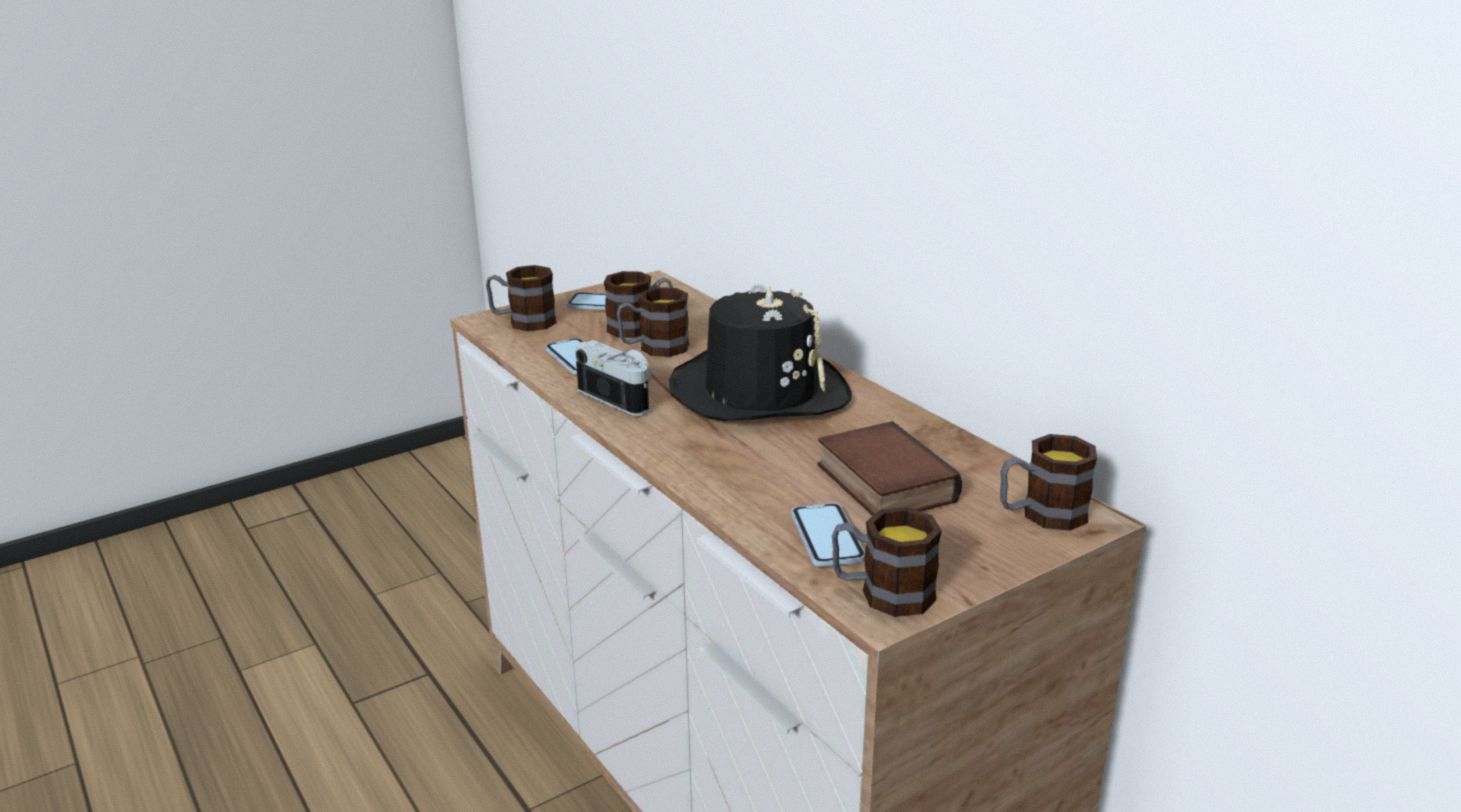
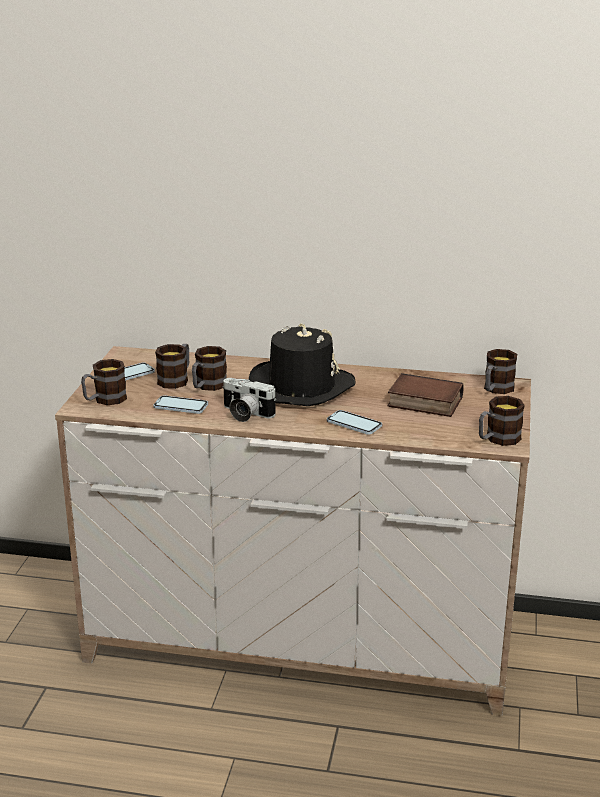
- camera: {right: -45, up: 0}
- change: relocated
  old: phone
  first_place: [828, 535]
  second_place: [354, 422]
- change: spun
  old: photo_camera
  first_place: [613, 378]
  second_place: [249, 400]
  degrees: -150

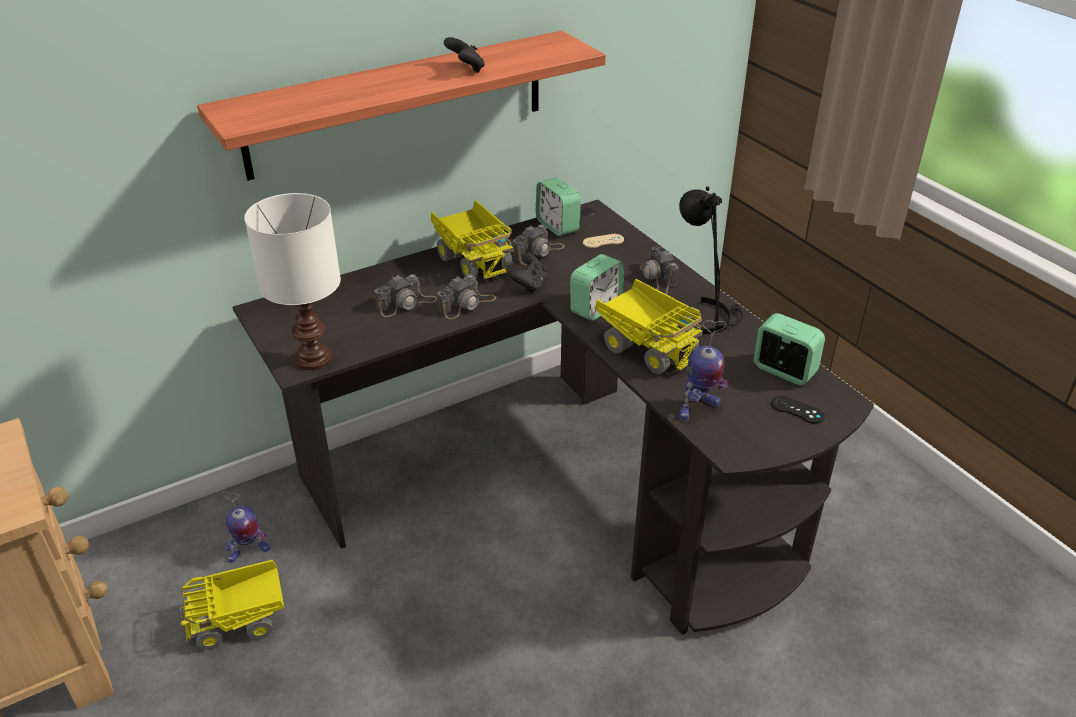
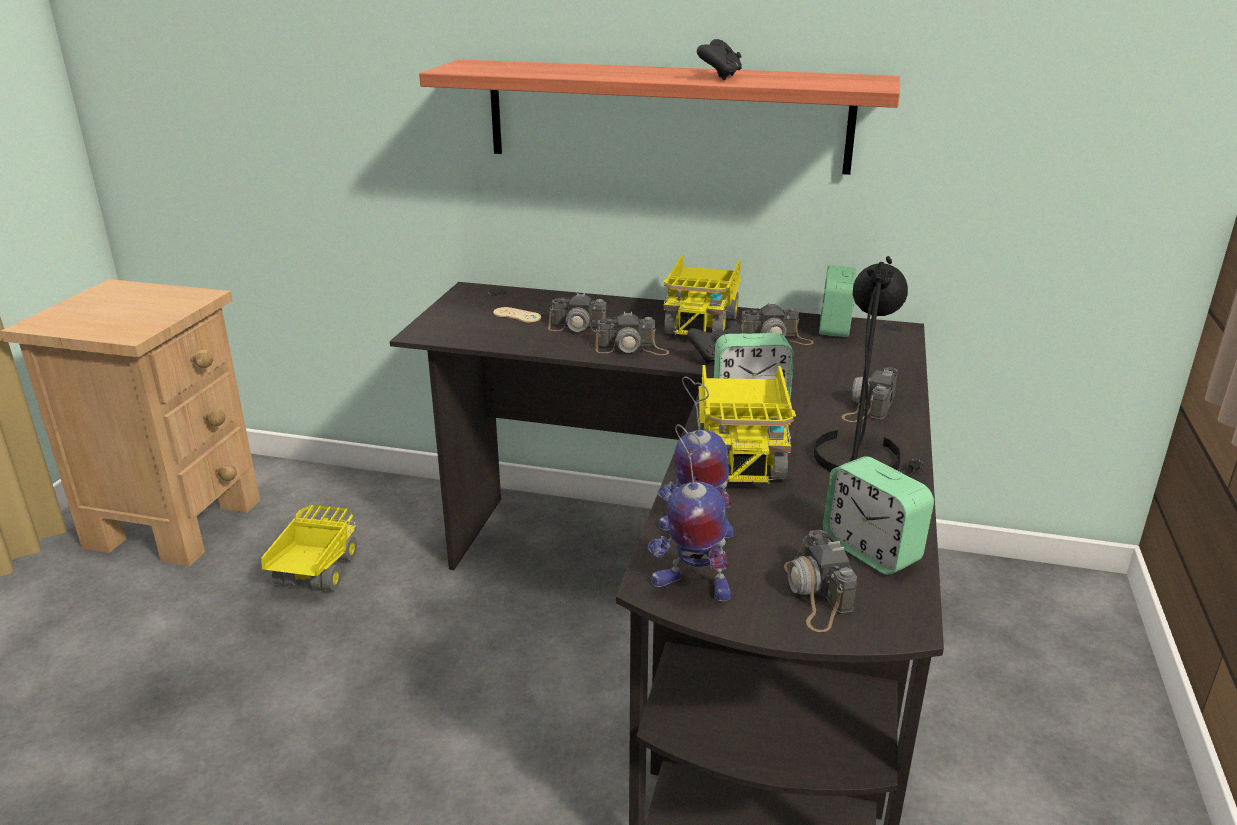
- camera: {right: 45, up: -10}
- change: missing
  old: white_table_lamp
  first_place: [292, 281]
- change: relocated
  old: toy_robot
  first_place: [245, 527]
  second_place: [689, 512]
- change: relocated
  old: beige_game_controller
  first_place: [603, 241]
  second_place: [517, 314]
- change: exchanged
  old: black_game_controller
  new: photo_camera
  first_place: [798, 409]
  second_place: [820, 581]
- change: spun
  old: toy_truck
  first_place: [232, 605]
  second_place: [309, 548]
  degrees: 75
- change: spun
  old: alarm_clock
  first_place: [789, 349]
  second_place: [878, 515]
  degrees: 150

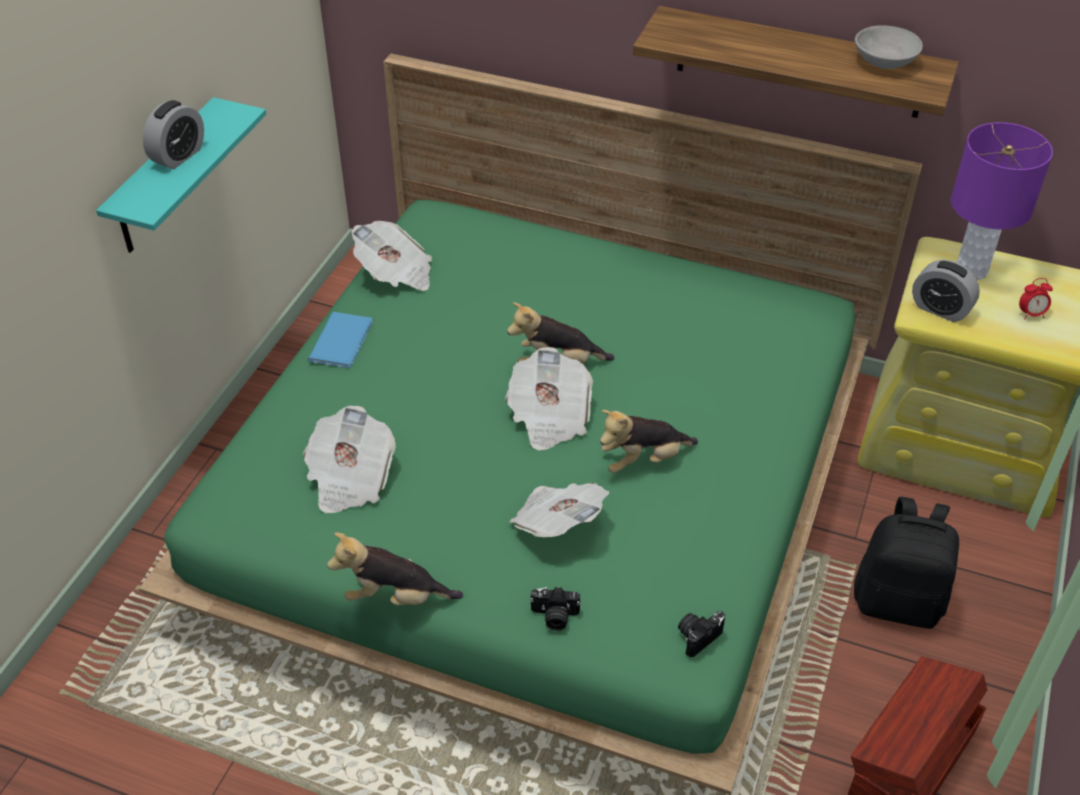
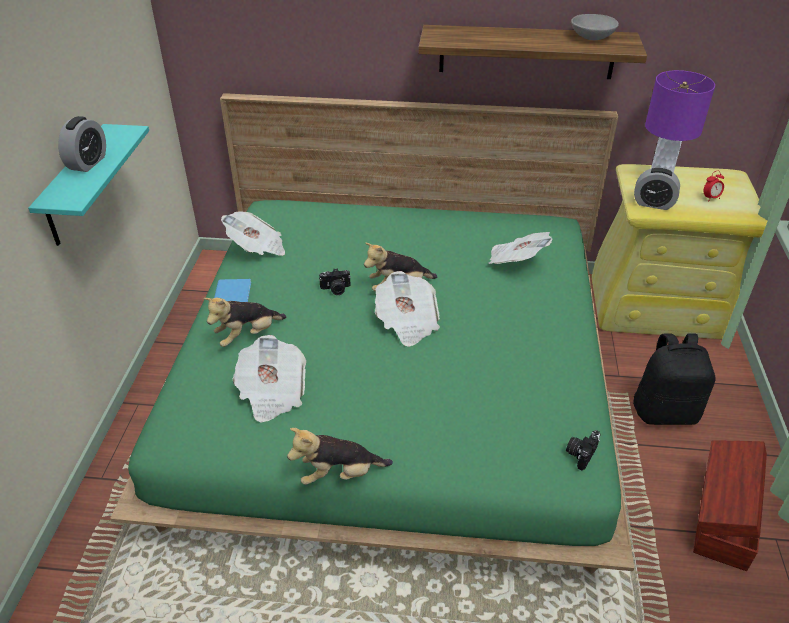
- camera: {right: -15, up: -5}
- change: relocated
  old: newspaper
  first_place: [559, 510]
  second_place: [520, 248]
- change: relocated
  old: photo_camera
  first_place: [555, 609]
  second_place: [335, 281]
- change: relocated
  old: plush_toy
  first_place: [649, 441]
  second_place: [245, 322]

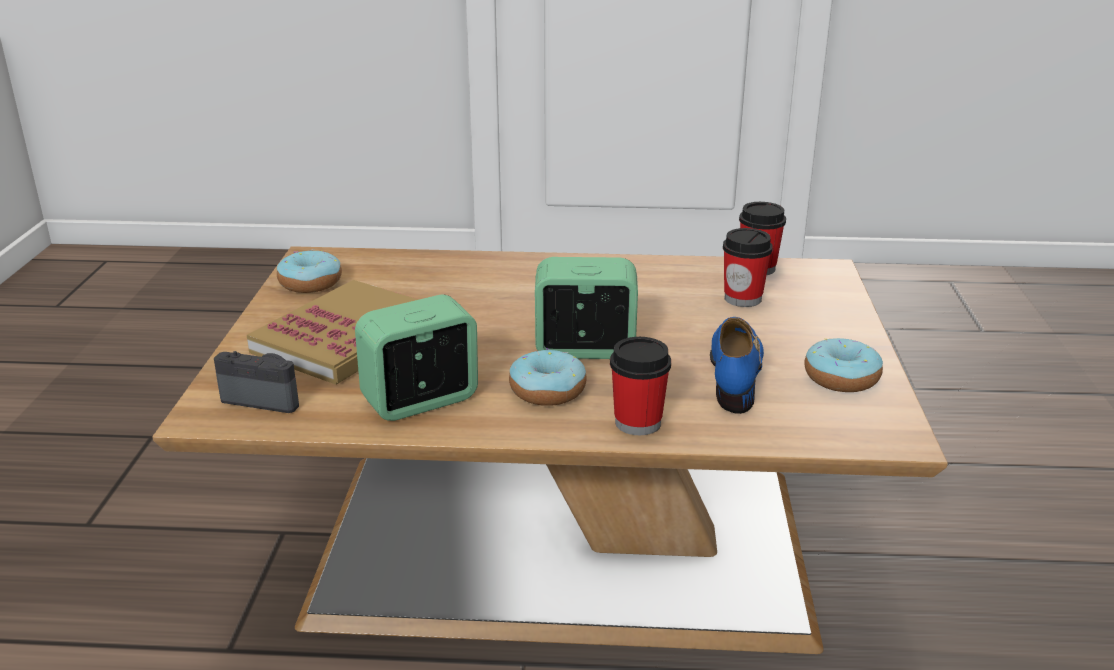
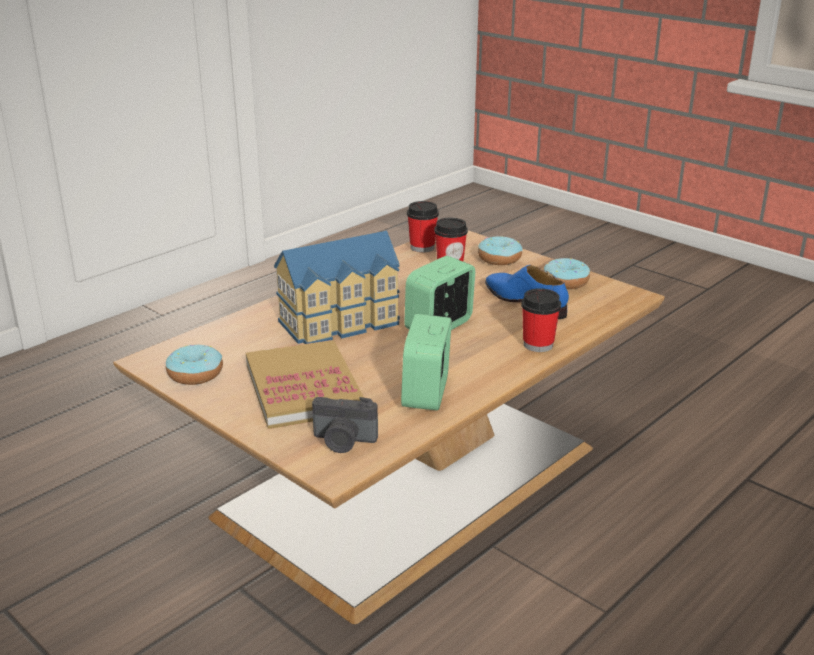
- camera: {right: -50, up: 0}
- change: appeared
  new: toy_house
  second_place: [337, 287]
- change: relocated
  old: donut
  first_place: [548, 377]
  second_place: [500, 250]
- change: spun
  old: photo_camera
  first_place: [256, 382]
  second_place: [345, 425]
  degrees: -135

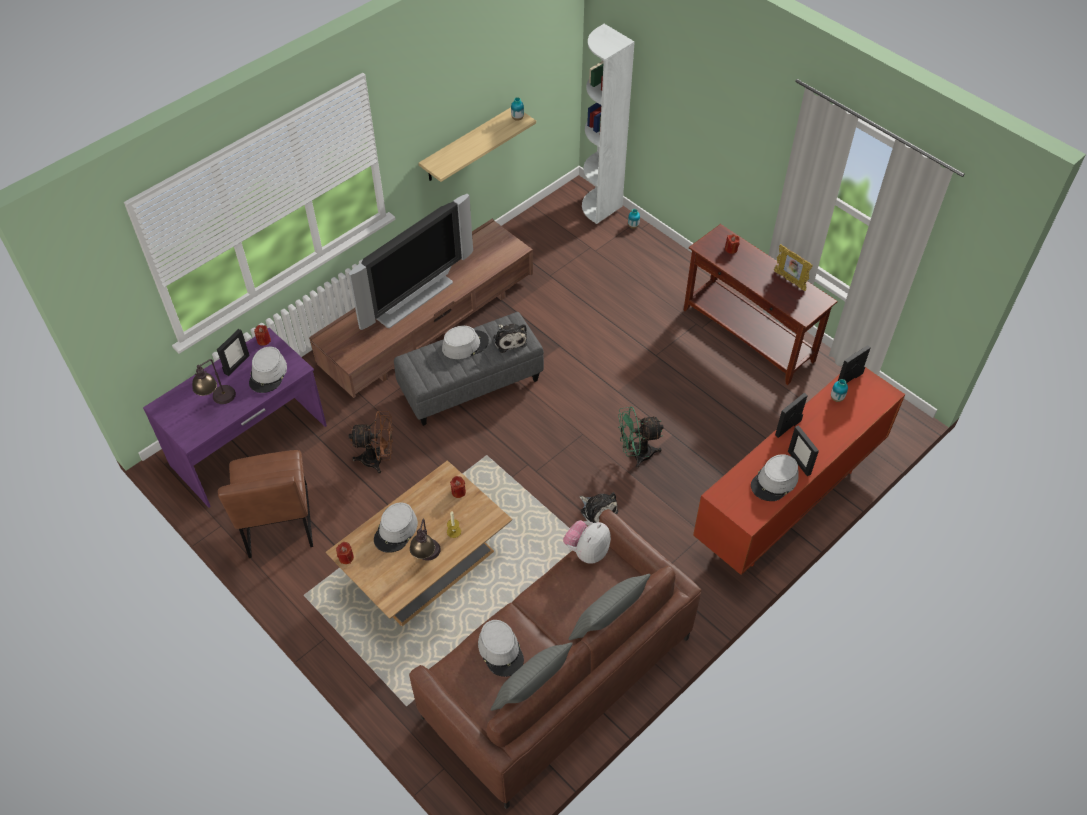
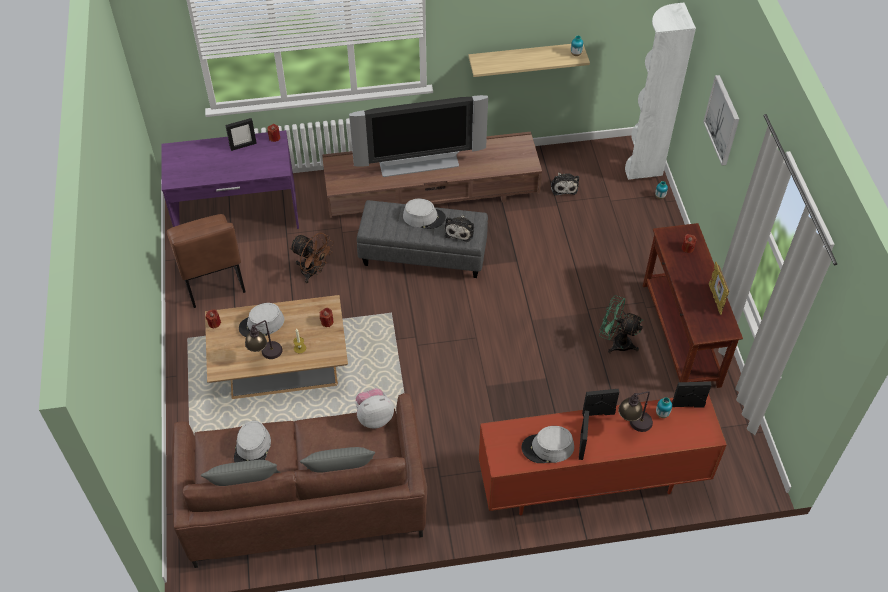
- camera: {right: 35, up: 0}
- change: missing
  old: grey_hat
  first_place: [268, 370]
- change: appeared
  new: picture
  second_place: [721, 120]
- change: relocated
  old: table_lamp
  first_place: [214, 381]
  second_place: [635, 411]
- change: relocated
  old: plush_toy
  first_place: [598, 507]
  second_place: [565, 184]
- change: relocated
  old: green_fan
  first_place: [641, 437]
  second_place: [621, 324]
- change: spun
  old: brown_chair
  first_place: [265, 504]
  second_place: [206, 261]
  degrees: -45

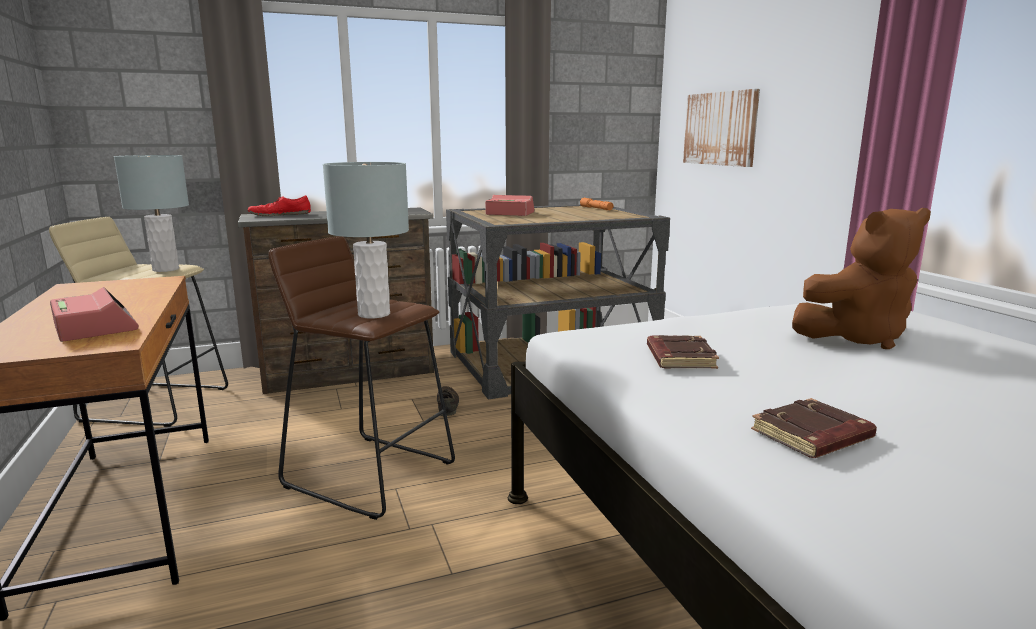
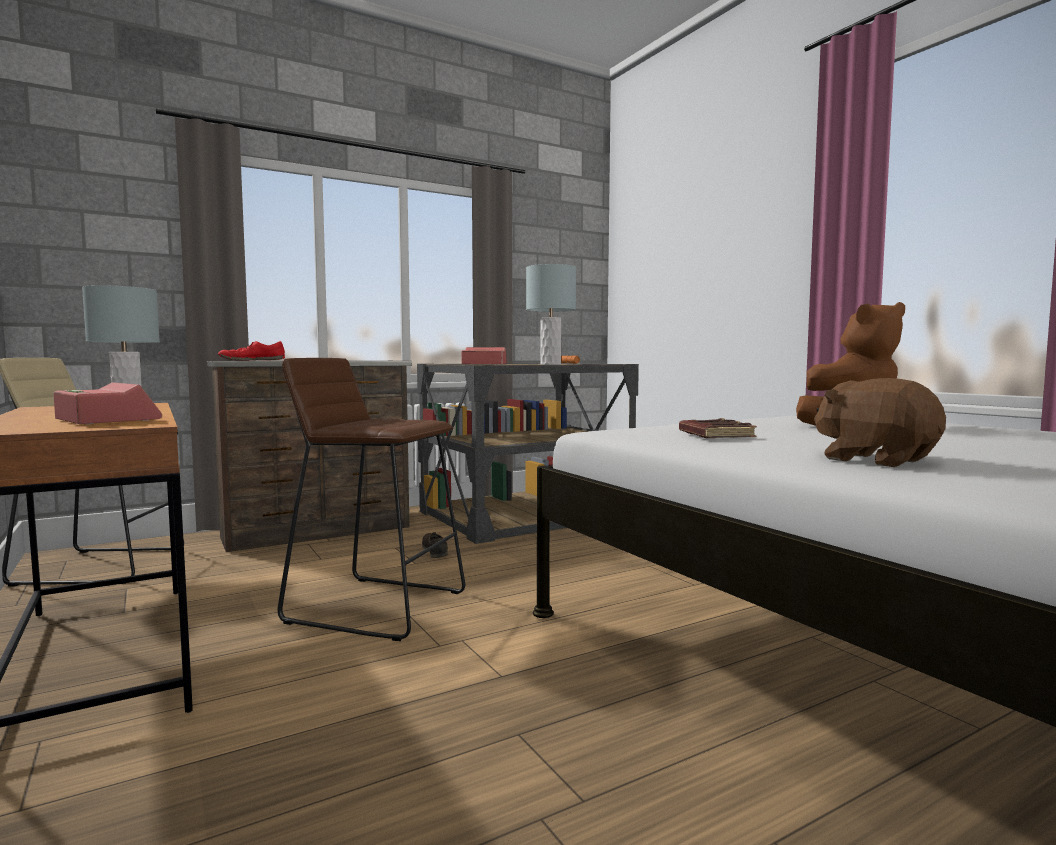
- camera: {right: -10, up: -10}
- change: missing
  old: picture
  first_place: [721, 128]
- change: relocated
  old: grey_table_lamp
  first_place: [366, 240]
  second_place: [551, 314]
- change: exchanged
  old: brown_book
  new: brown_plush_toy
  first_place: [814, 428]
  second_place: [880, 422]

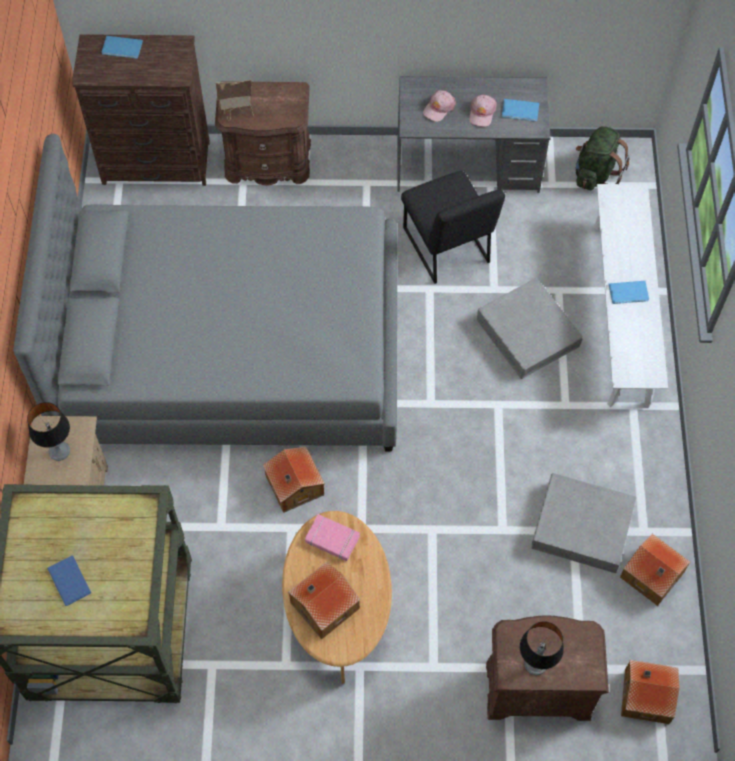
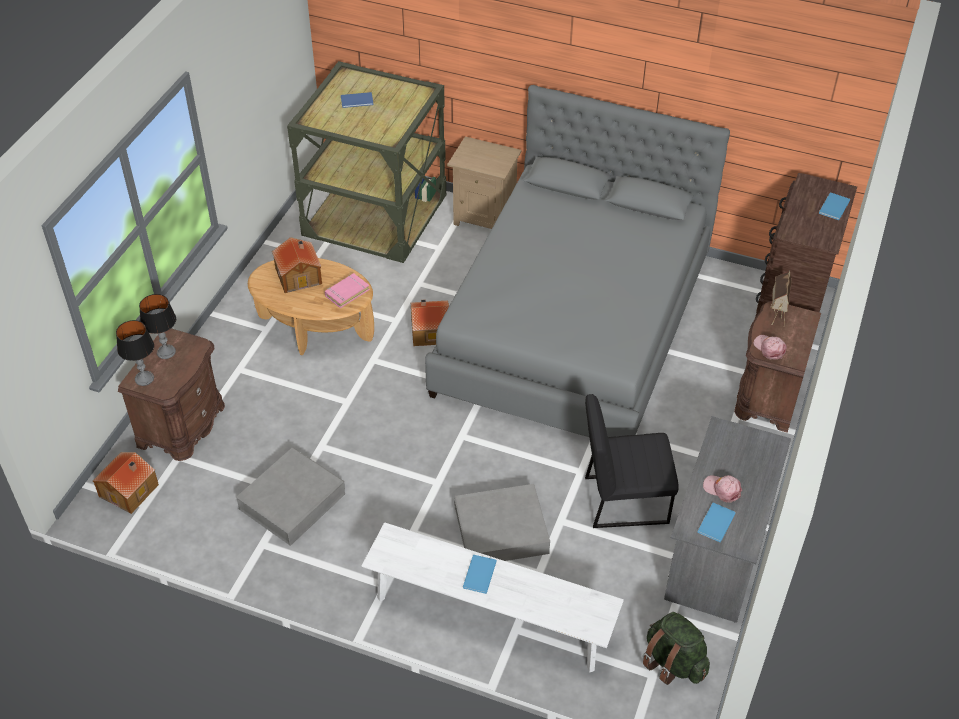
- camera: {right: 110, up: -15}
- change: missing
  old: toy_house
  first_place: [655, 570]
- change: relocated
  old: table_lamp
  first_place: [48, 431]
  second_place: [135, 353]
- change: relocated
  old: pink_cap
  first_place: [439, 106]
  second_place: [770, 347]

